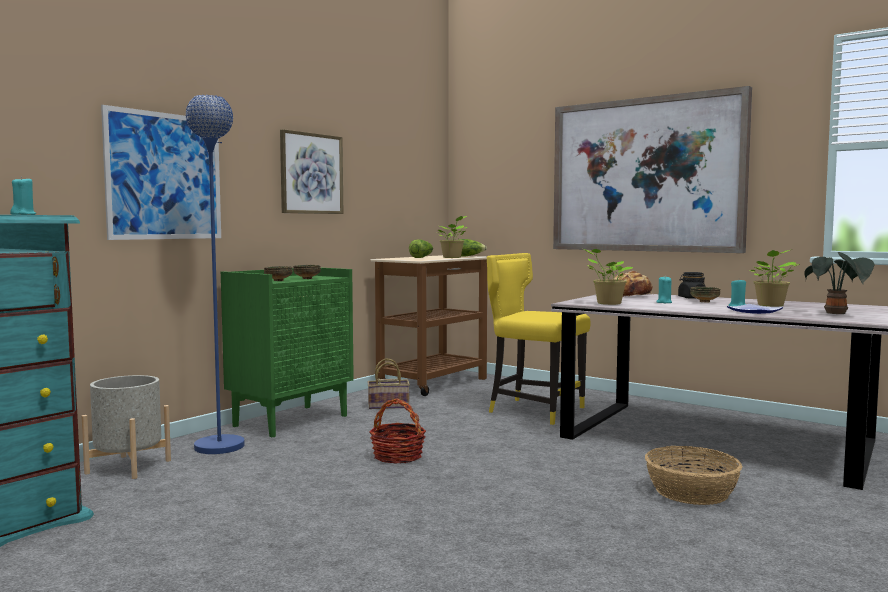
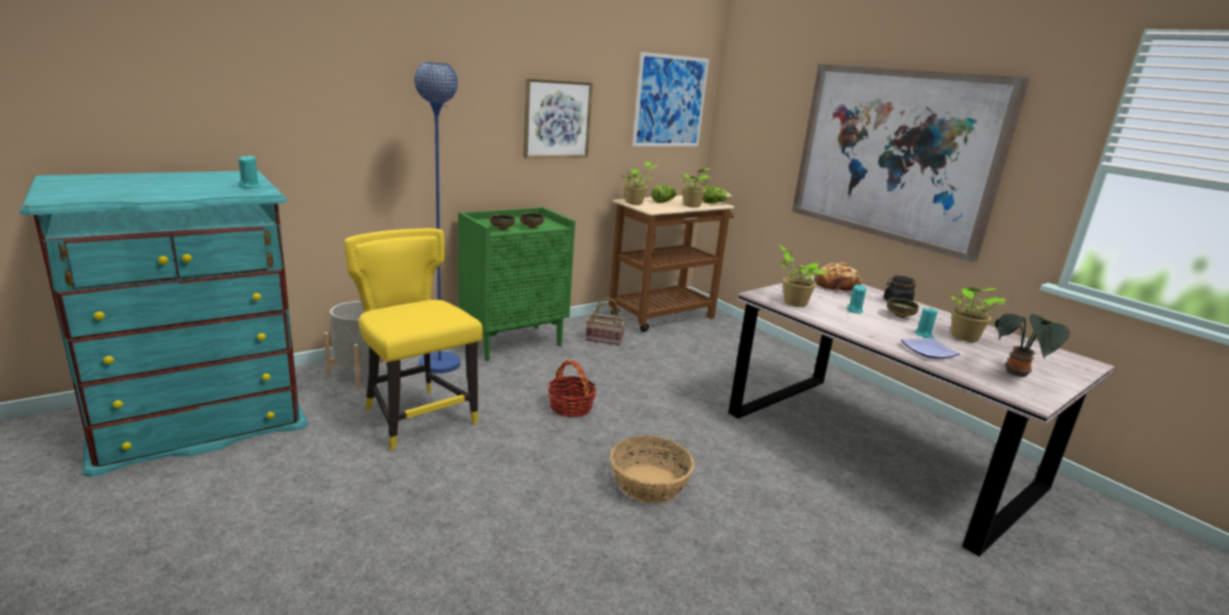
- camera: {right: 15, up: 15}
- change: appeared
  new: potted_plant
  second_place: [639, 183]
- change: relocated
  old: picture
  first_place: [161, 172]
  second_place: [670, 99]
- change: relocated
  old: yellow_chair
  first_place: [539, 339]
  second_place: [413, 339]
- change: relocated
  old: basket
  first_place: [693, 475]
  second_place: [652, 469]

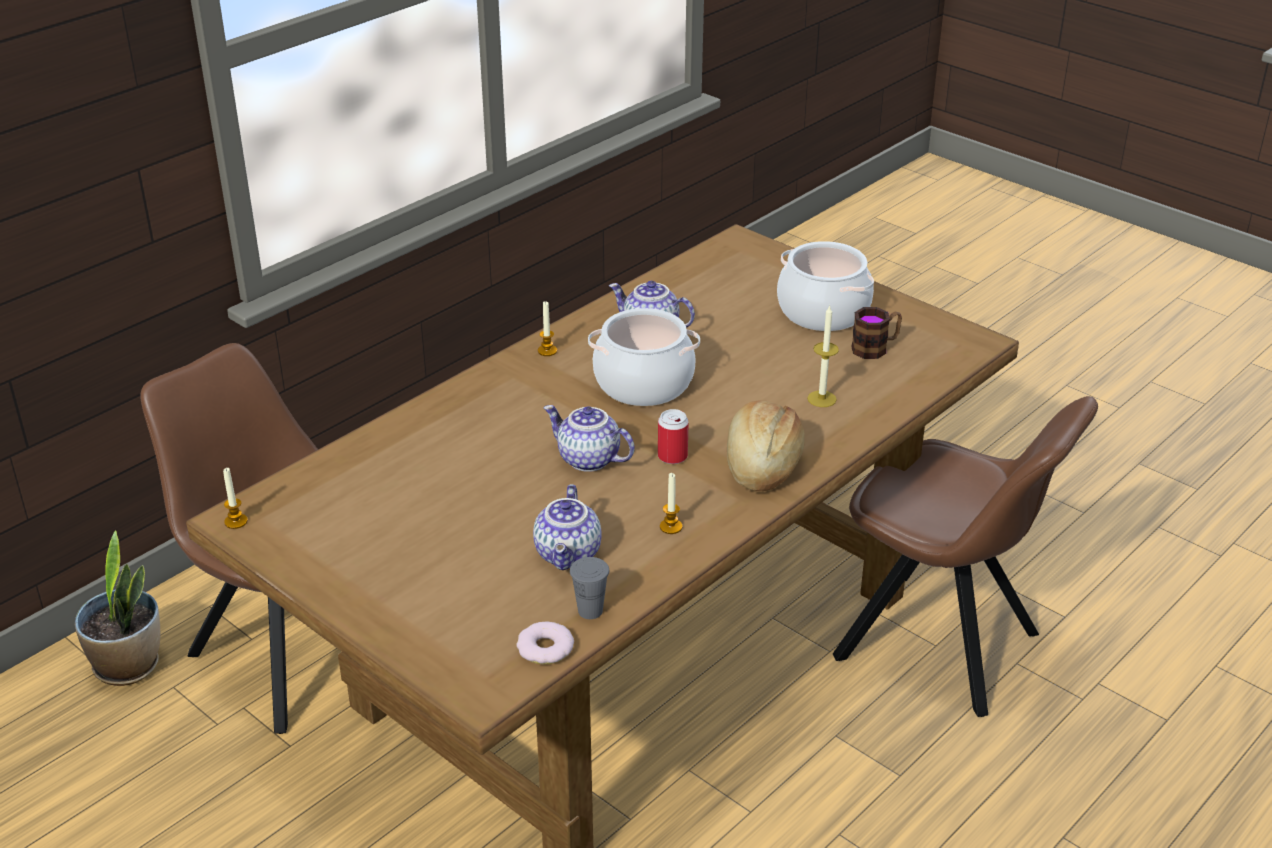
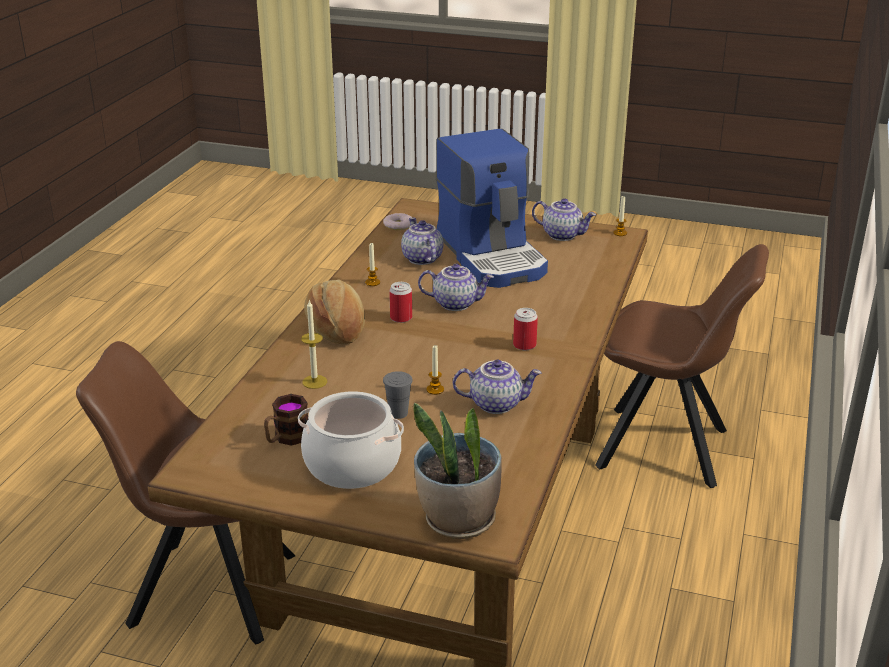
- camera: {right: 155, up: -5}
- change: missing
  old: cooking_pot
  first_place: [644, 357]
- change: appeared
  new: coffee_machine
  second_place: [492, 208]
- change: appeared
  new: can
  second_place: [525, 329]
- change: appeared
  new: teapot
  second_place: [564, 219]
- change: relocated
  old: potted_plant
  first_place: [117, 608]
  second_place: [457, 471]
- change: relocated
  old: candle
  first_place: [547, 328]
  second_place: [435, 370]
- change: relocated
  old: grey_cup
  first_place: [589, 588]
  second_place: [398, 395]

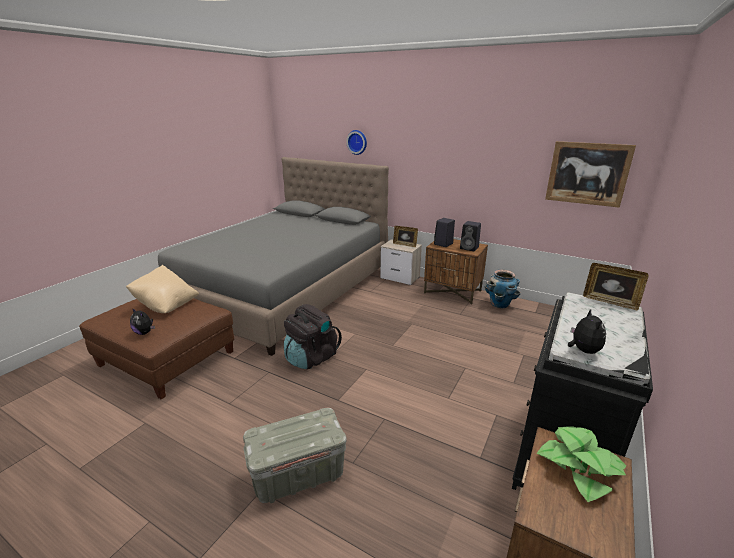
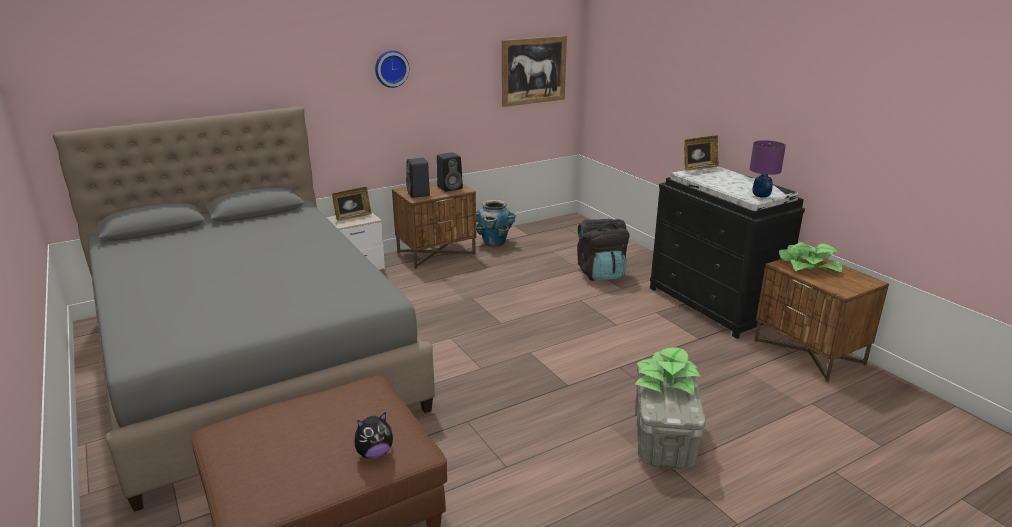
- camera: {right: -60, up: 0}
- change: missing
  old: beige_pillow
  first_place: [162, 289]
- change: appeared
  new: potted_plant
  second_place: [667, 371]
- change: relocated
  old: black_backpack
  first_place: [313, 336]
  second_place: [603, 250]
- change: relocated
  old: wall_clock
  first_place: [356, 142]
  second_place: [392, 69]
- change: exchanged
  old: plush_toy
  new: purple_table_lamp
  first_place: [587, 331]
  second_place: [768, 169]

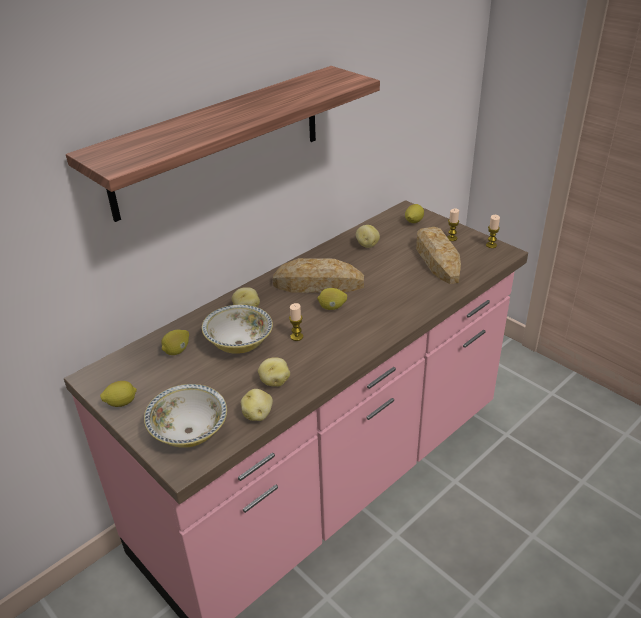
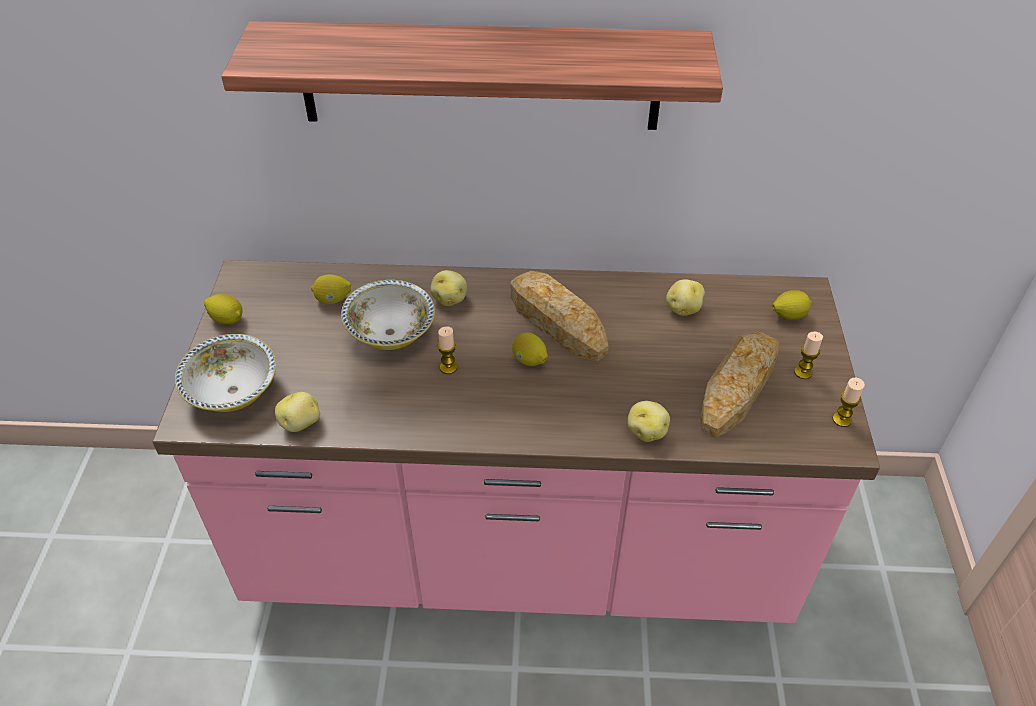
- camera: {right: 45, up: 10}
- change: relocated
  old: potato
  first_place: [274, 372]
  second_place: [648, 421]

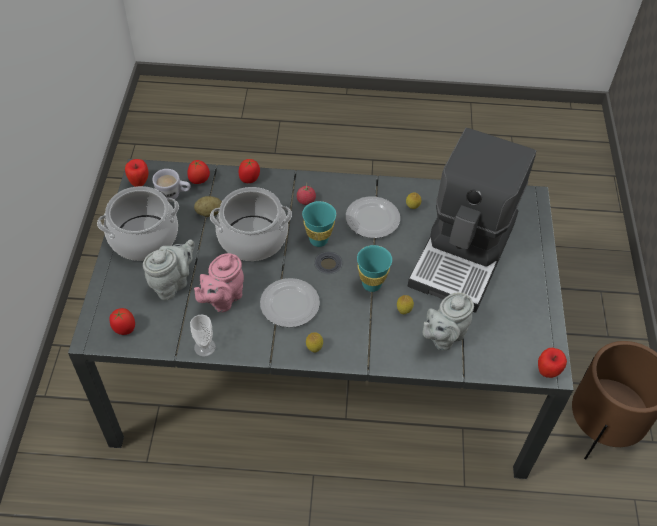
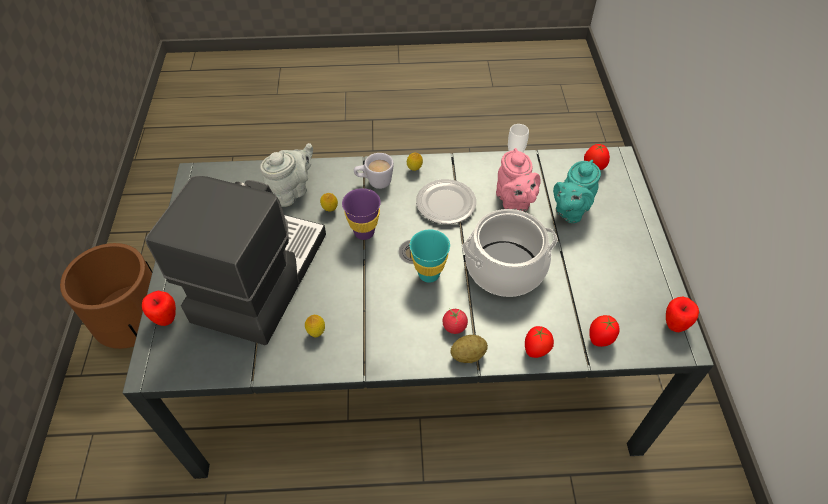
- camera: {right: 175, up: 0}
- change: missing
  old: cooking_pot
  first_place: [138, 223]
- change: missing
  old: plate
  first_place: [373, 217]
- change: relocated
  old: white_mug
  first_place: [171, 184]
  second_place: [374, 171]
- change: relocated
  old: potato
  first_place: [208, 206]
  second_place: [469, 349]
- change: relocated
  old: apple
  first_place: [552, 363]
  second_place: [159, 308]
- change: colour
  old: grey_teapot
  new: turquoise_teapot
  first_place: [169, 270]
  second_place: [577, 191]
- change: colour
  old: turquoise_cup
  new: purple_cup
  first_place: [374, 268]
  second_place: [361, 214]
- change: spun
  old: pink_teapot
  first_place: [219, 282]
  second_place: [518, 179]
  degrees: 135

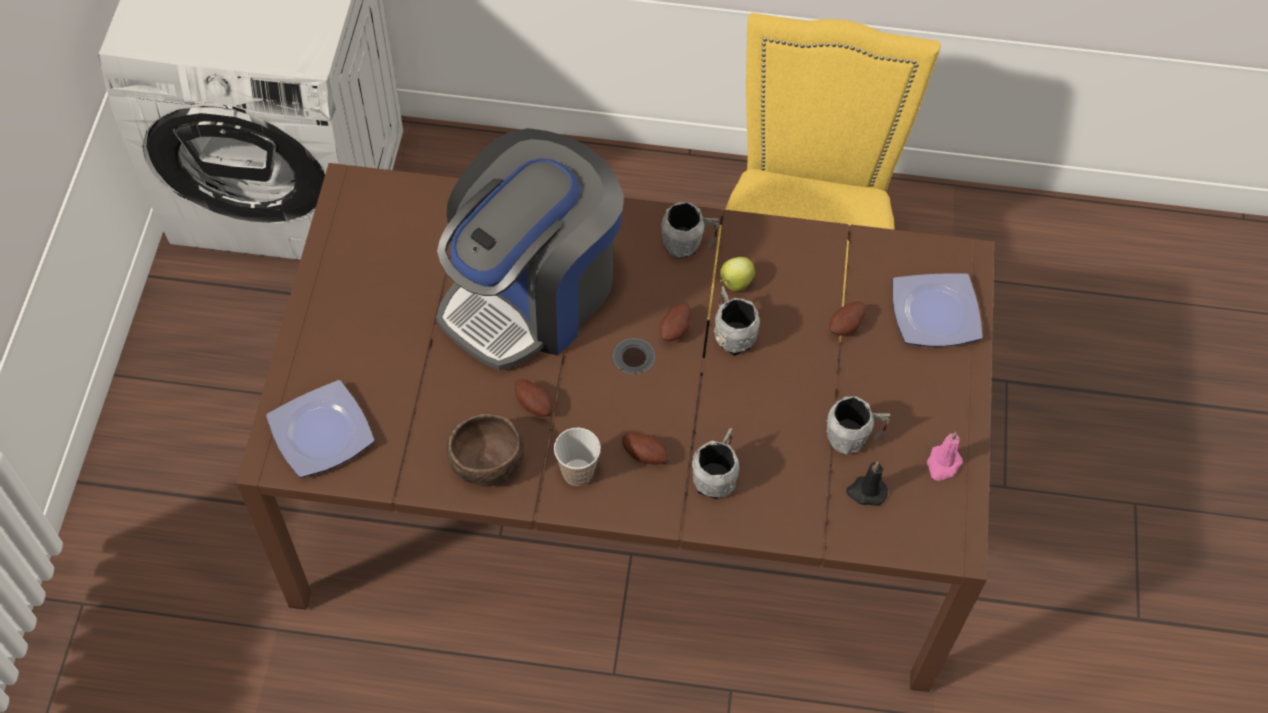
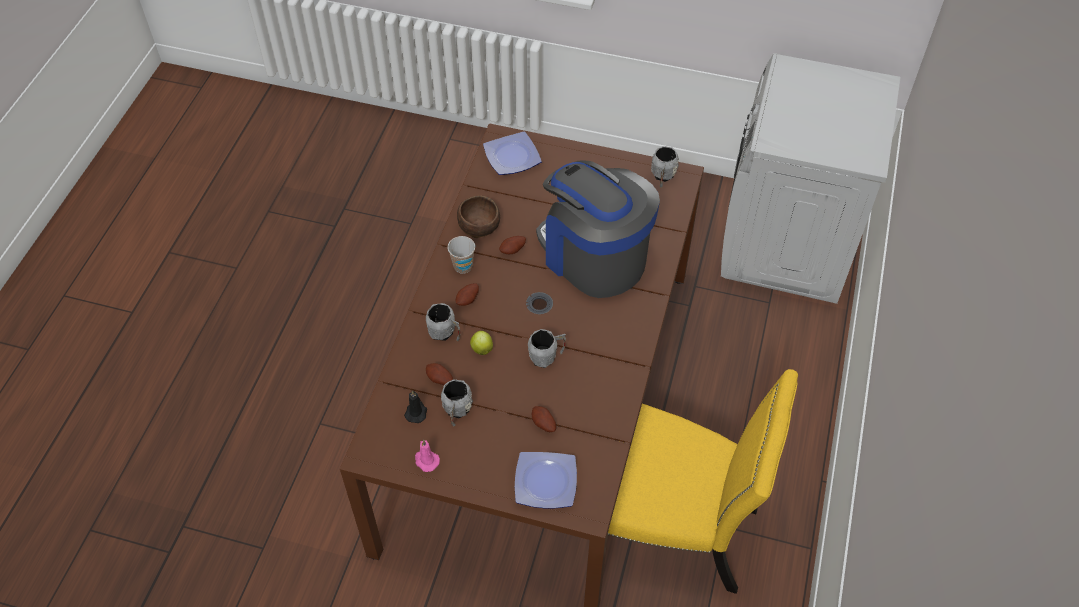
- camera: {right: 100, up: -5}
- change: relocated
  old: potato
  first_place: [675, 322]
  second_place: [439, 374]
- change: relocated
  old: grey_mug
  first_place: [690, 230]
  second_place: [665, 167]
- change: relocated
  old: apple
  first_place: [737, 274]
  second_place: [481, 343]

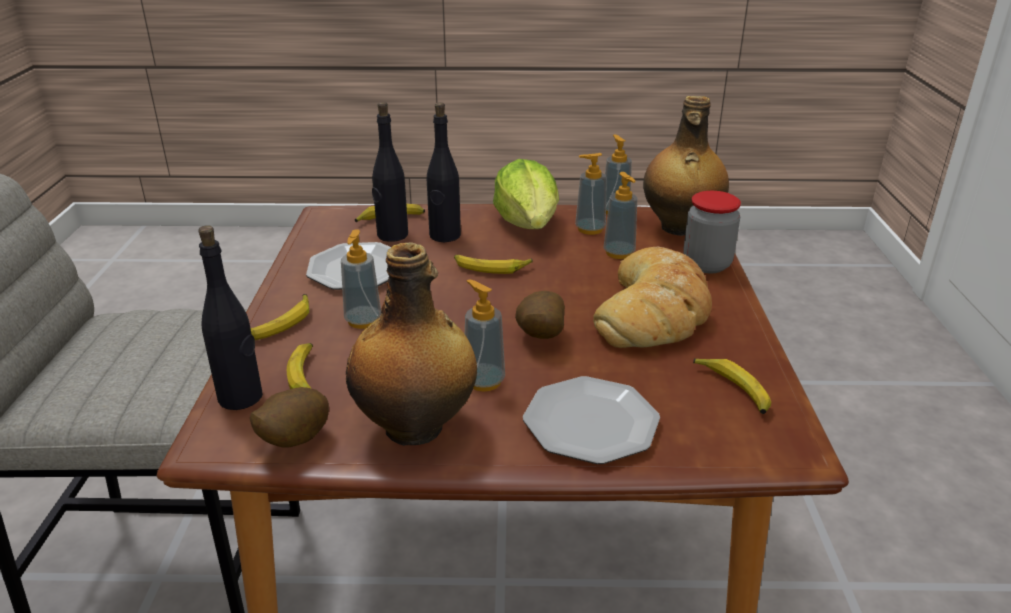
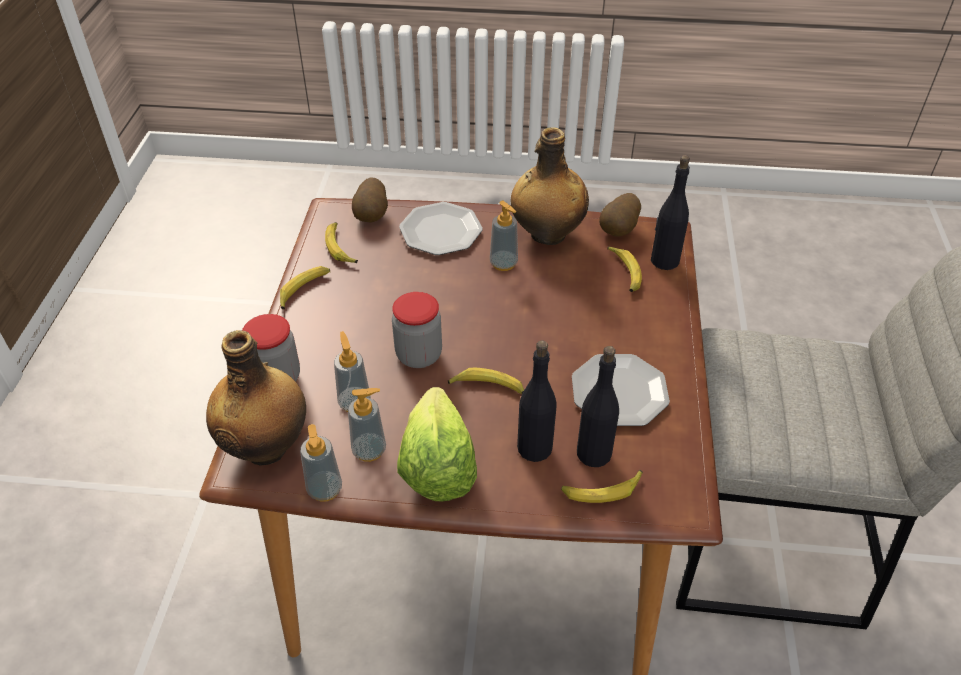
- camera: {right: -175, up: 15}
- change: missing
  old: soap_dispenser
  first_place: [361, 279]
- change: missing
  old: bread
  first_place: [652, 297]
- change: appeared
  new: jar
  second_place: [417, 330]
- change: relocated
  old: banana
  first_place: [280, 317]
  second_place: [305, 287]
- change: relocated
  old: potato
  first_place: [540, 315]
  second_place: [370, 200]

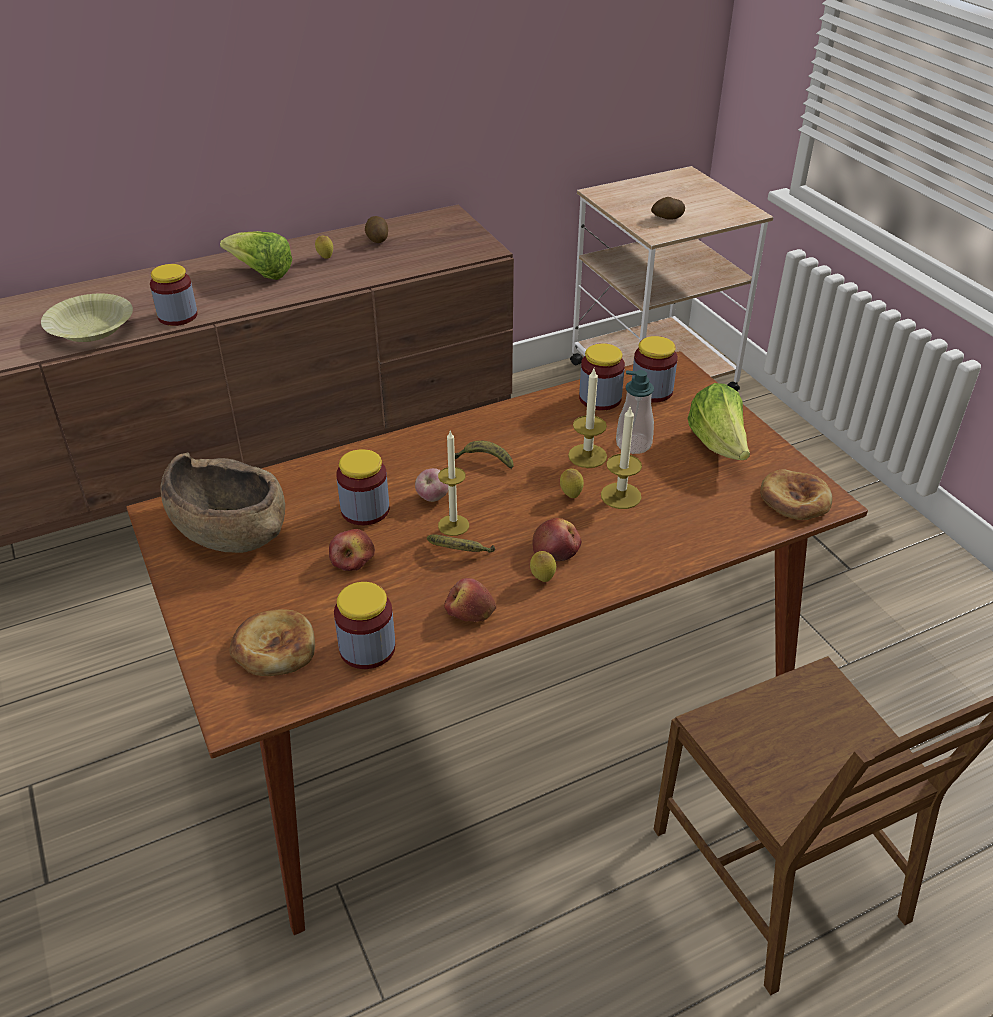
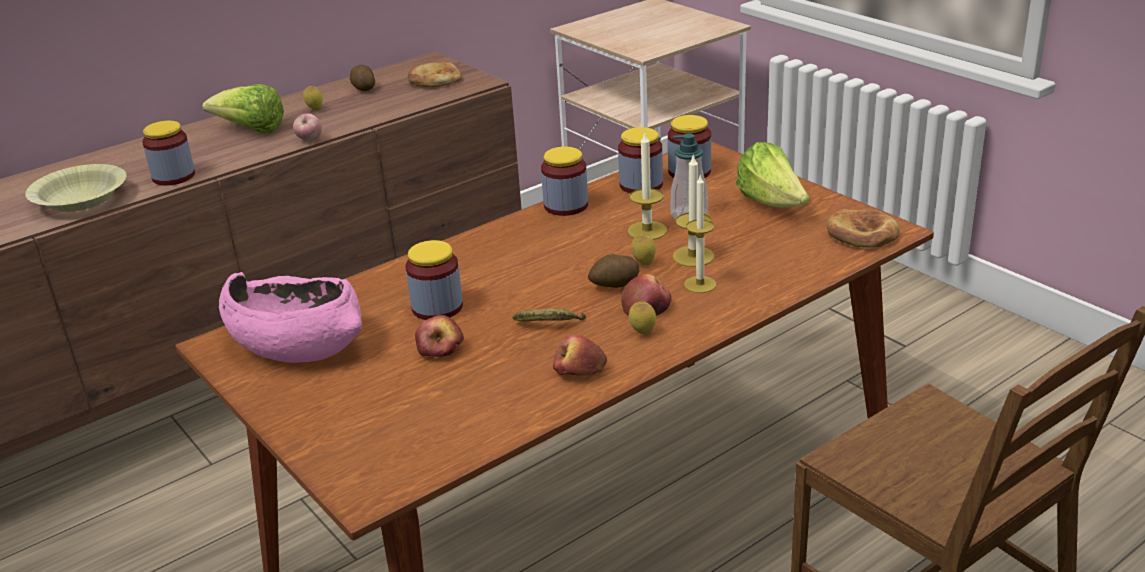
- camera: {right: -10, up: -10}
- change: missing
  old: banana
  first_place: [484, 455]
- change: relocated
  old: bread
  first_place: [272, 642]
  second_place: [434, 74]
- change: relocated
  old: jar
  first_place: [365, 625]
  second_place: [564, 181]
- change: relocated
  old: apple
  first_place: [431, 485]
  second_place: [307, 127]
- change: relocated
  old: candle
  first_place: [453, 483]
  second_place: [700, 234]
- change: relocated
  old: potato
  first_place: [668, 208]
  second_place: [613, 271]
- change: colour
  old: brown_bowl
  new: pink_bowl
  first_place: [223, 503]
  second_place: [290, 317]

